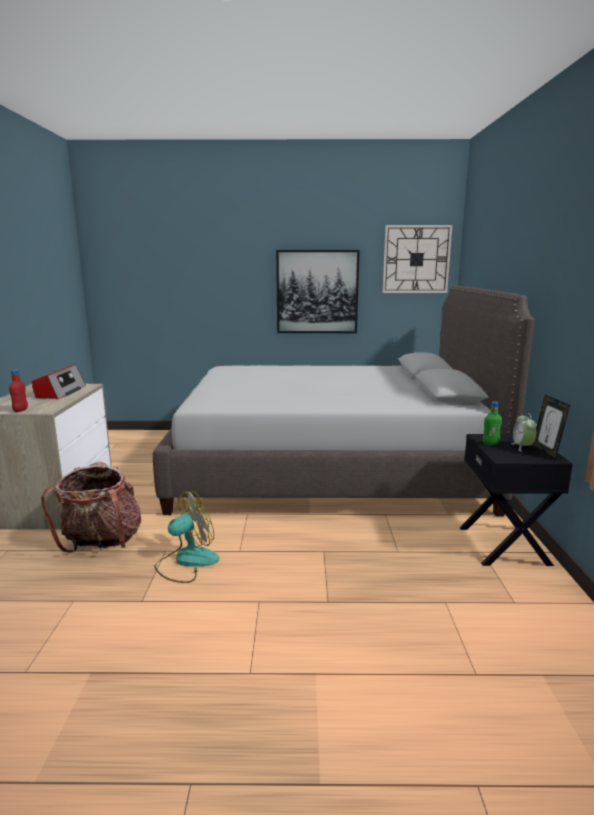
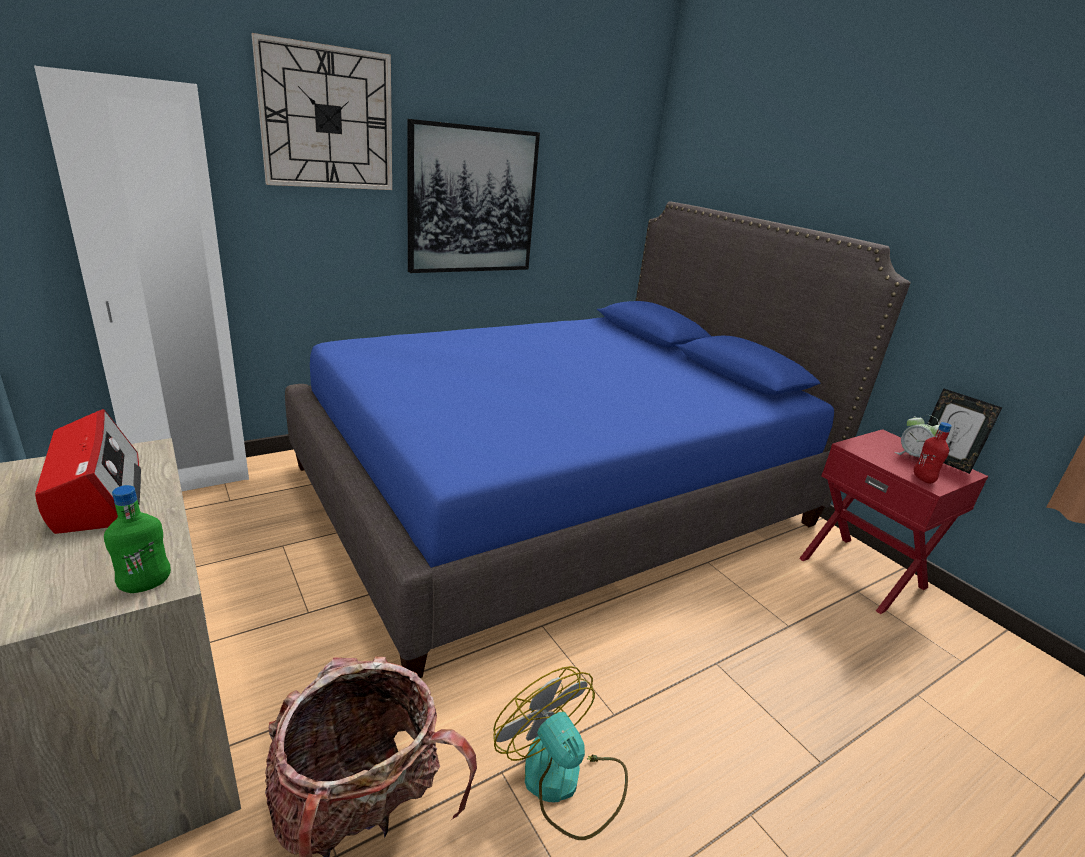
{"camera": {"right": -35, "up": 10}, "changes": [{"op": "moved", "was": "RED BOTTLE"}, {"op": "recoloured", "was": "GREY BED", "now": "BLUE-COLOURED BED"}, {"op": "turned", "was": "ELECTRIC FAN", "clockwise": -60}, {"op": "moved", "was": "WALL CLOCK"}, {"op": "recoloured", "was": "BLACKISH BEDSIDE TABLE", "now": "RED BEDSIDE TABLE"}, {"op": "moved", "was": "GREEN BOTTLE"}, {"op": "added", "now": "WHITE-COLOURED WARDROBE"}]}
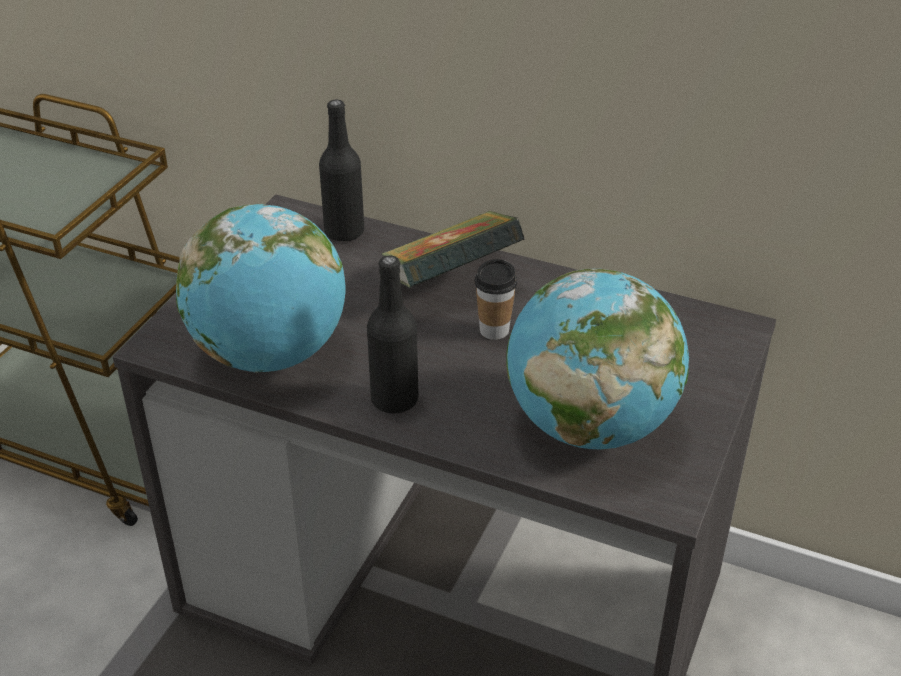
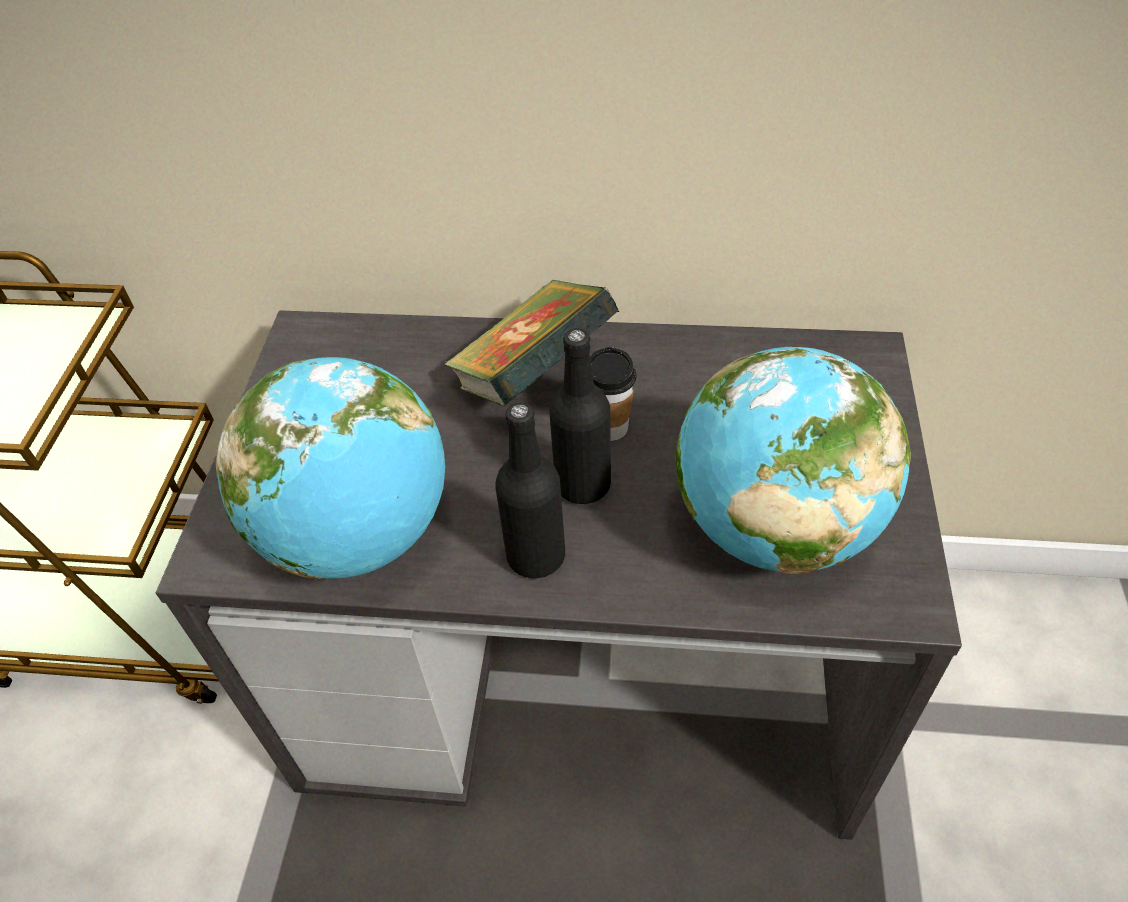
{"camera": {"right": -15, "up": 10}, "changes": [{"op": "moved", "was": "BLACKISH BOTTLE (1st from left in the first image)", "now": "BLACKISH BOTTLE (2nd from left)"}]}
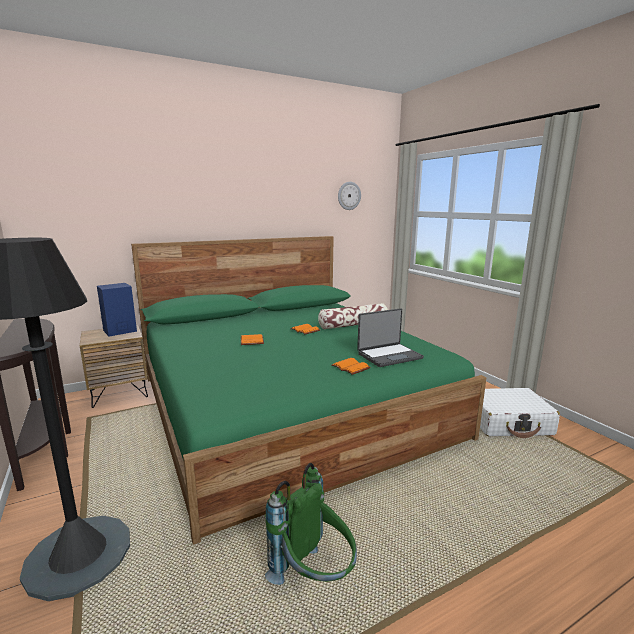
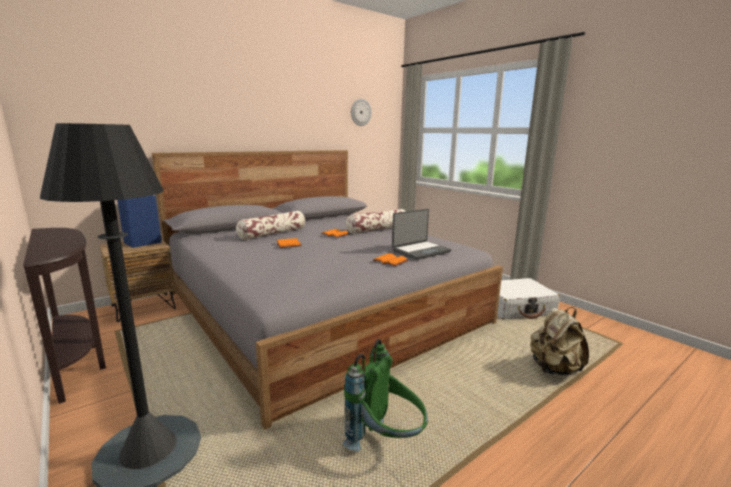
{"camera": {"right": -10, "up": 0}, "changes": [{"op": "recoloured", "was": "GREEN BED", "now": "GREY BED"}, {"op": "added", "now": "THROW PILLOW (1st from left)"}, {"op": "added", "now": "BEIGE-COLOURED RUCKSACK"}]}
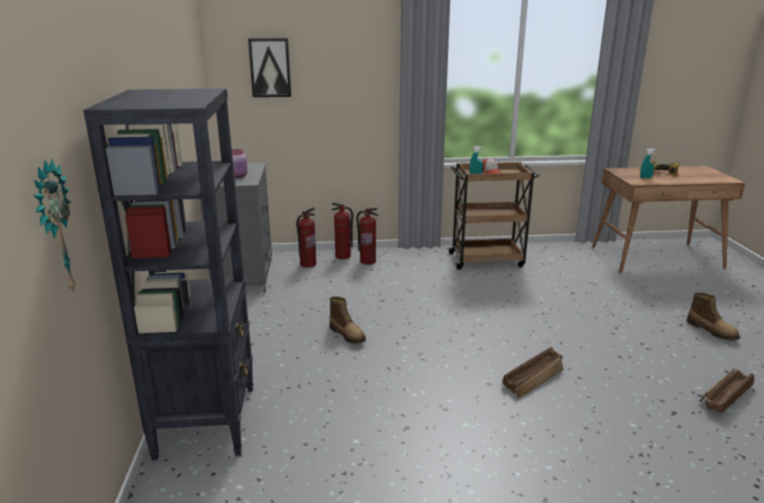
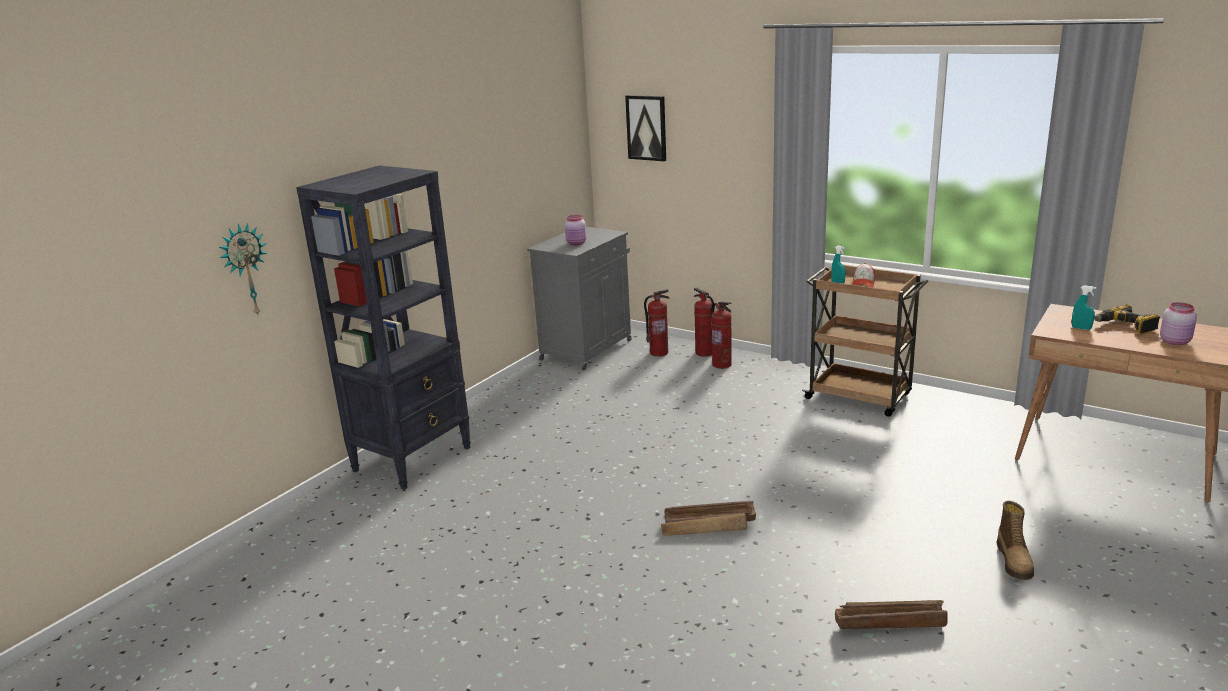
{"camera": {"right": 40, "up": 0}, "changes": [{"op": "removed", "was": "BOOT (1st from left)"}, {"op": "added", "now": "PINK-COLOURED PRESERVE JAR (2nd from left)"}]}
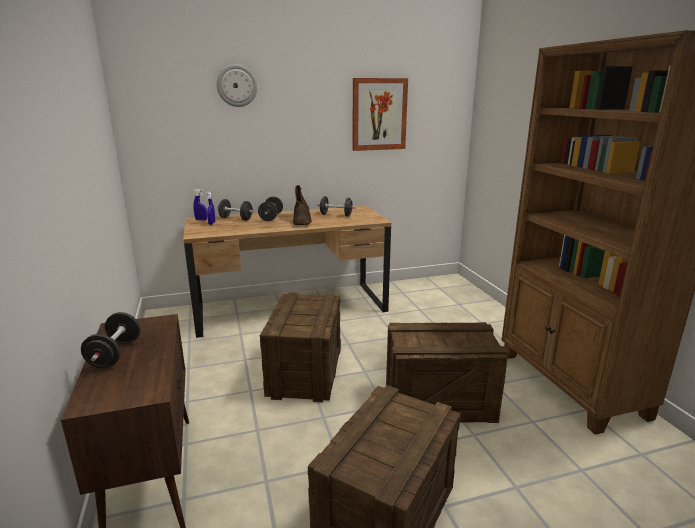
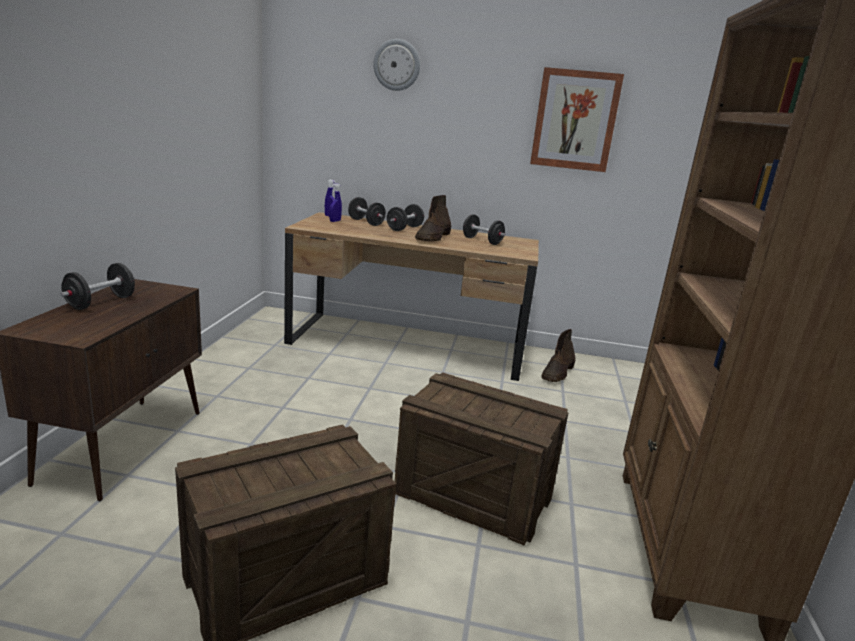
{"camera": {"right": 25, "up": 0}, "changes": [{"op": "removed", "was": "SHIPPING CRATE (1st from left)"}, {"op": "added", "now": "BROWN BOOT (2nd from left)"}]}
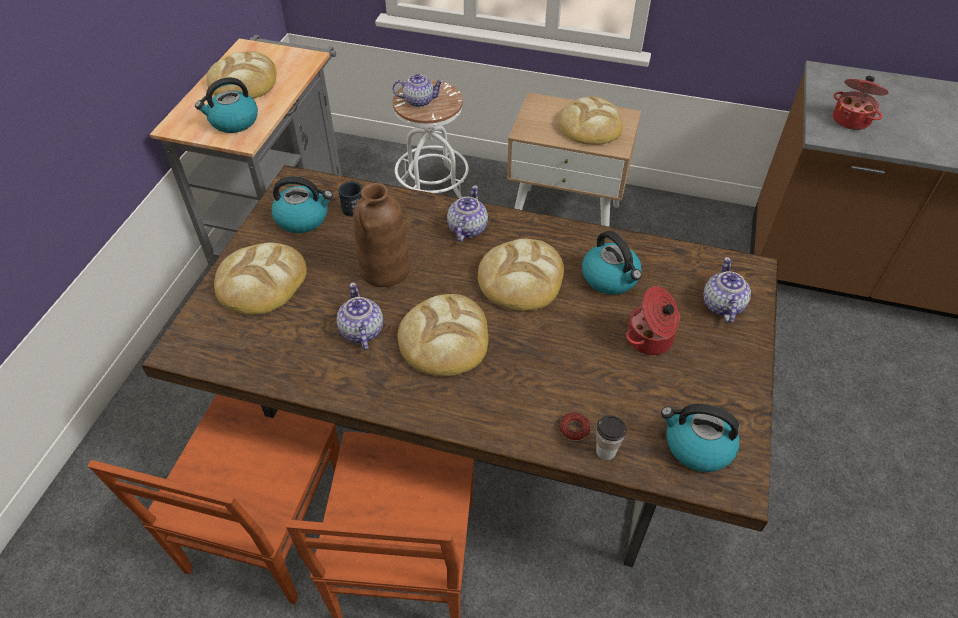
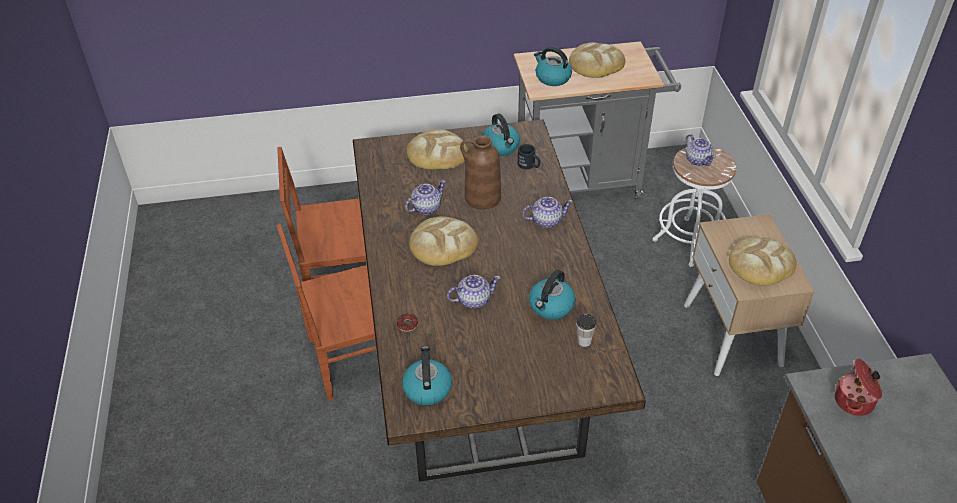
{"camera": {"right": 65, "up": -5}, "changes": [{"op": "removed", "was": "BREAD (4th from left)"}, {"op": "moved", "was": "CUP"}, {"op": "removed", "was": "STOCKPOT (1st from left)"}, {"op": "moved", "was": "POT FOR TEA (4th from left in the first image)", "now": "POT FOR TEA (2nd from left)"}]}
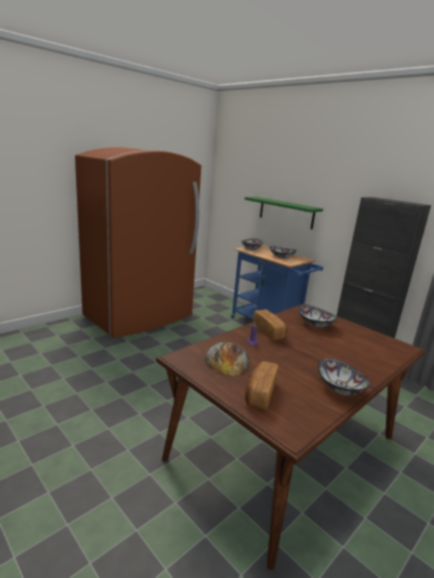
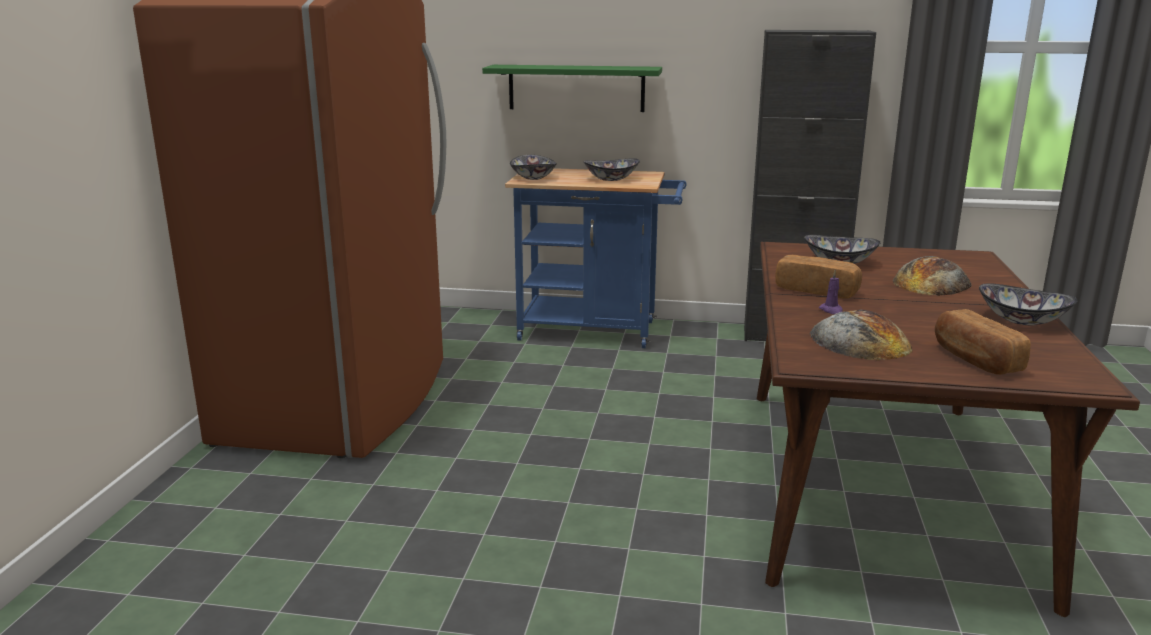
{"camera": {"right": -35, "up": 0}, "changes": [{"op": "added", "now": "BREAD (3rd from left)"}]}
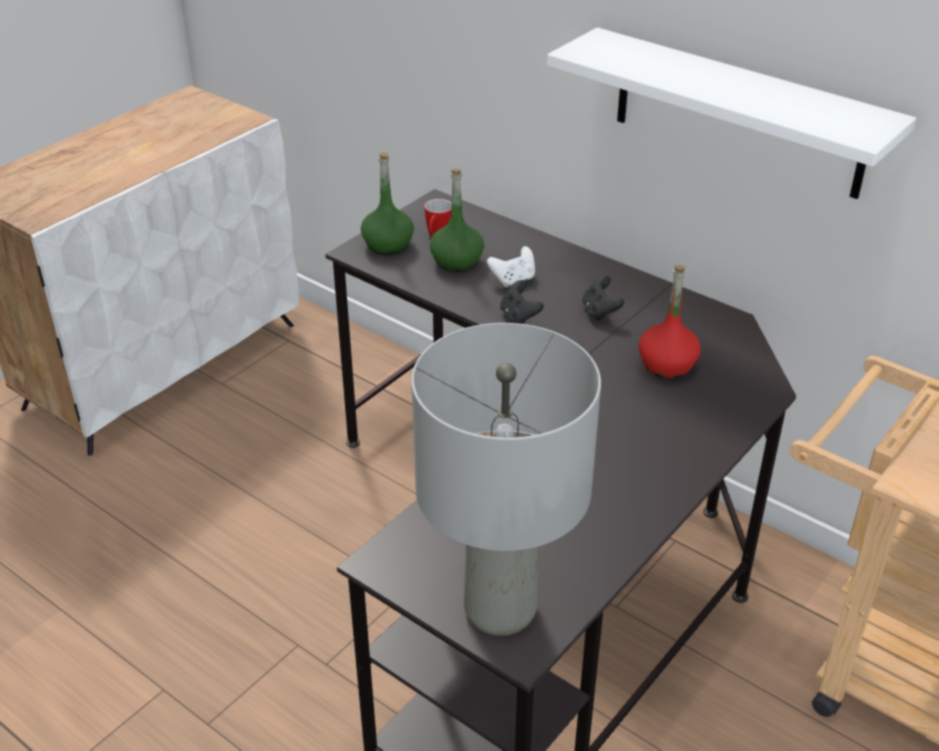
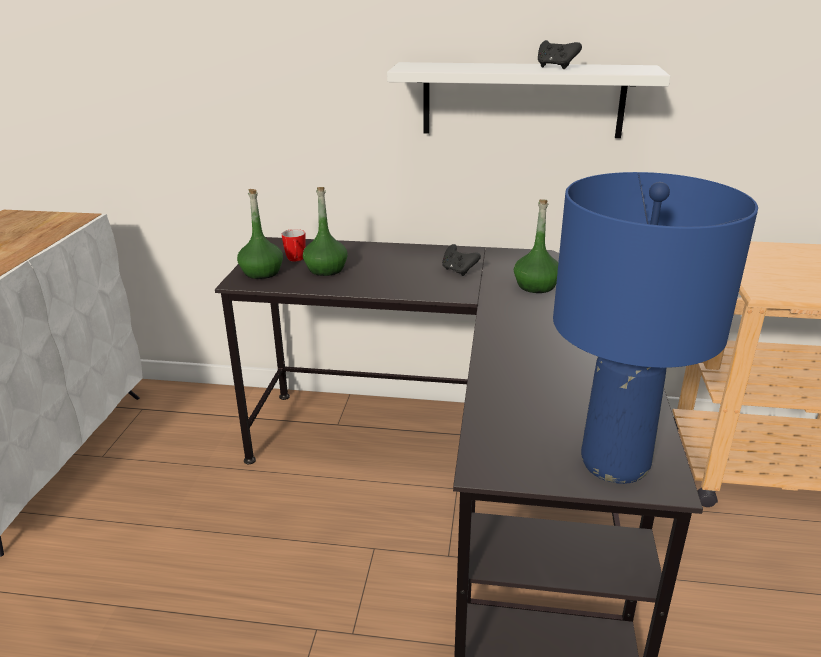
{"camera": {"right": -30, "up": -10}, "changes": [{"op": "recoloured", "was": "GREY TABLETOP LAMP", "now": "BLUE-COLOURED TABLETOP LAMP"}, {"op": "removed", "was": "WHITE-COLOURED GAMEPAD"}, {"op": "moved", "was": "BLACKISH GAMEPAD (1st from left in the first image)", "now": "BLACKISH GAMEPAD (2nd from left)"}, {"op": "recoloured", "was": "RED BOTTLE", "now": "GREEN BOTTLE (3rd from left)"}]}
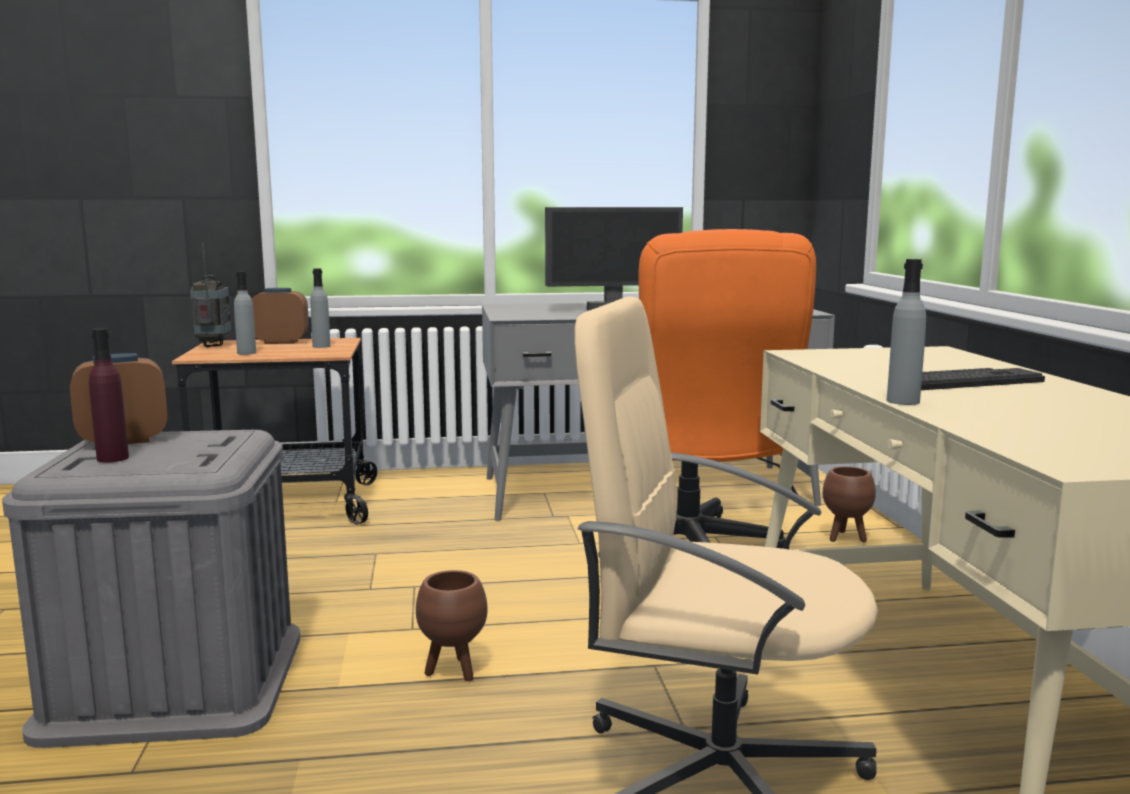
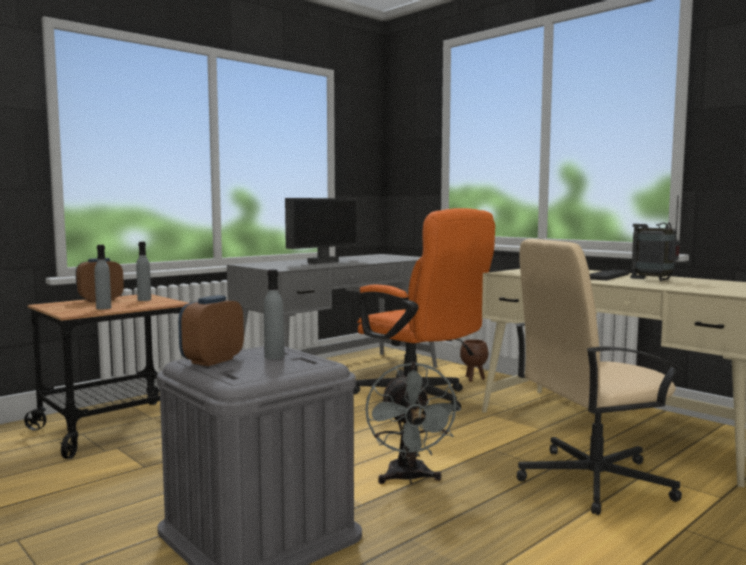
{"camera": {"right": -35, "up": -5}, "changes": [{"op": "removed", "was": "PURPLISH BOTTLE"}, {"op": "moved", "was": "RADIO"}, {"op": "replaced", "was": "BROWN FLOWER POT (1st from left)", "now": "GREY ELECTRIC FAN"}, {"op": "moved", "was": "GREY BOTTLE (3rd from left)"}]}
